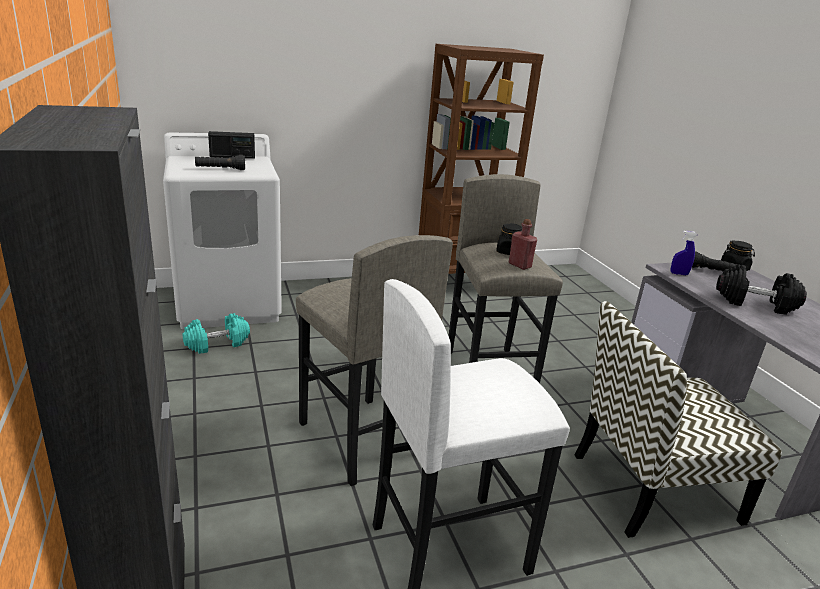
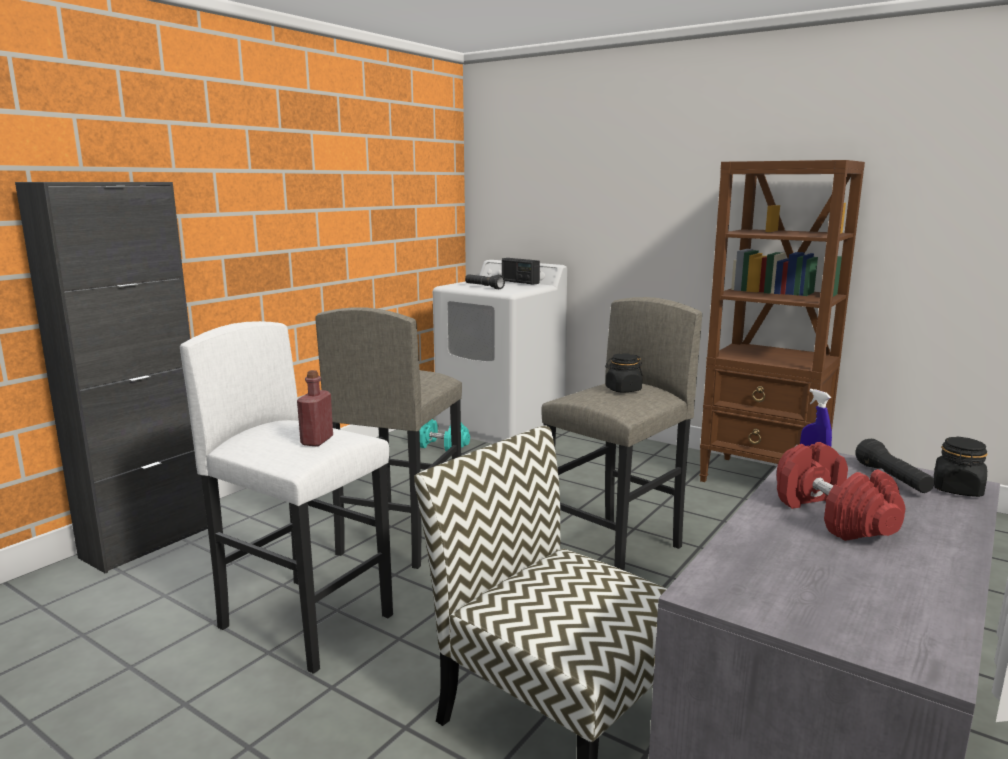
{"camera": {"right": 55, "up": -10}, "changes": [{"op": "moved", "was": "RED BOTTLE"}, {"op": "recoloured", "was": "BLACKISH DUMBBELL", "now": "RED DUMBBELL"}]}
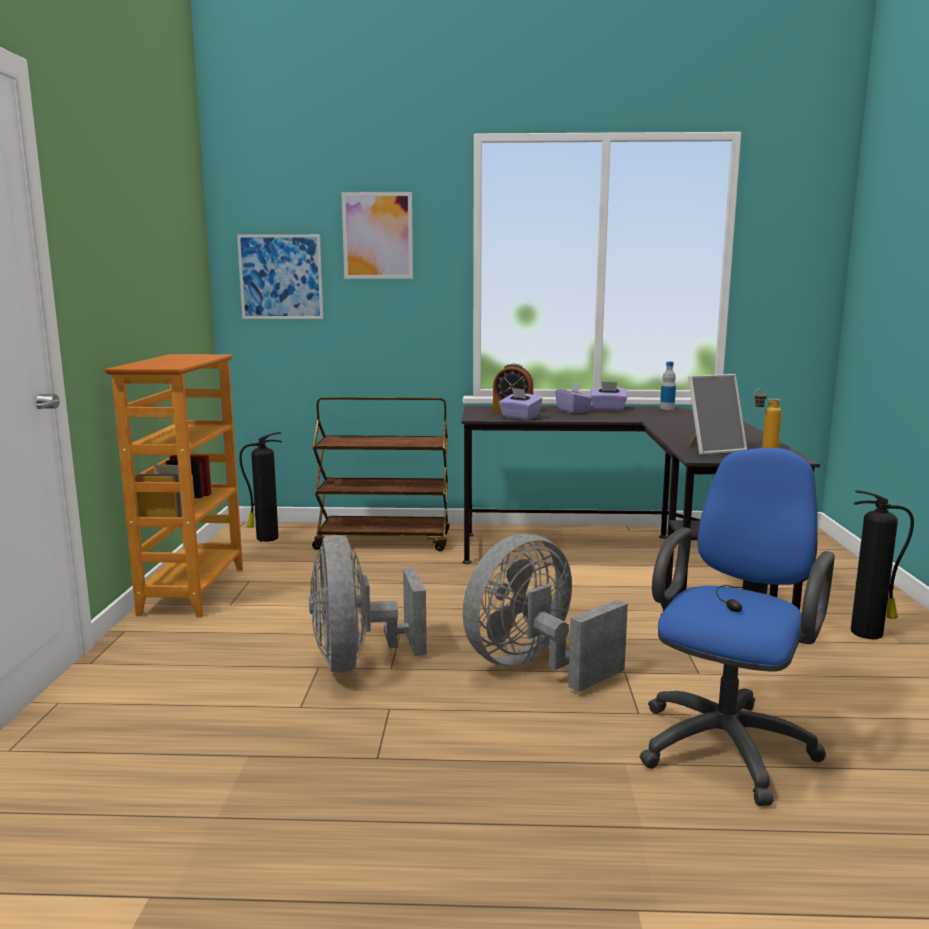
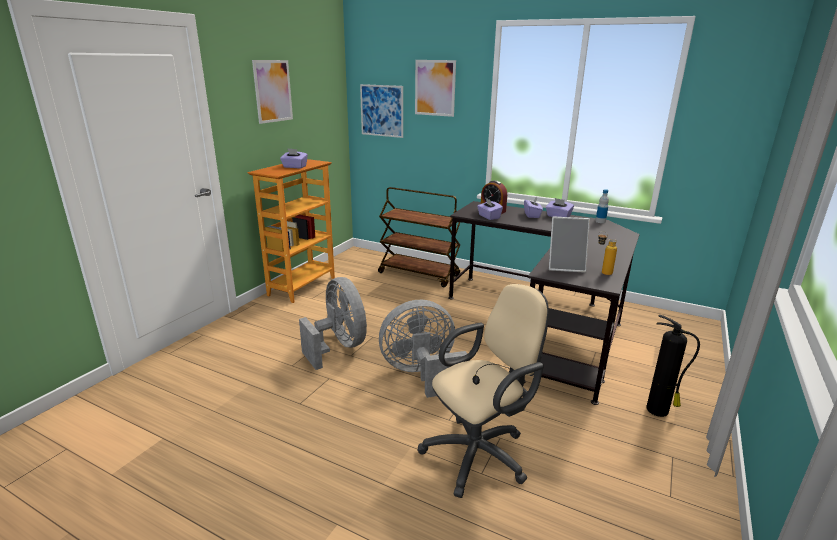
{"camera": {"right": 25, "up": 10}, "changes": [{"op": "removed", "was": "EXTINGUISHER (1st from left)"}, {"op": "turned", "was": "GREY ELECTRIC FAN (1st from left)", "clockwise": 135}, {"op": "recoloured", "was": "BLUE-COLOURED DESK CHAIR", "now": "BEIGE-COLOURED DESK CHAIR"}, {"op": "added", "now": "PICTURE (1st from left)"}, {"op": "added", "now": "PURPLISH TISSUE BOX (1st from left)"}]}
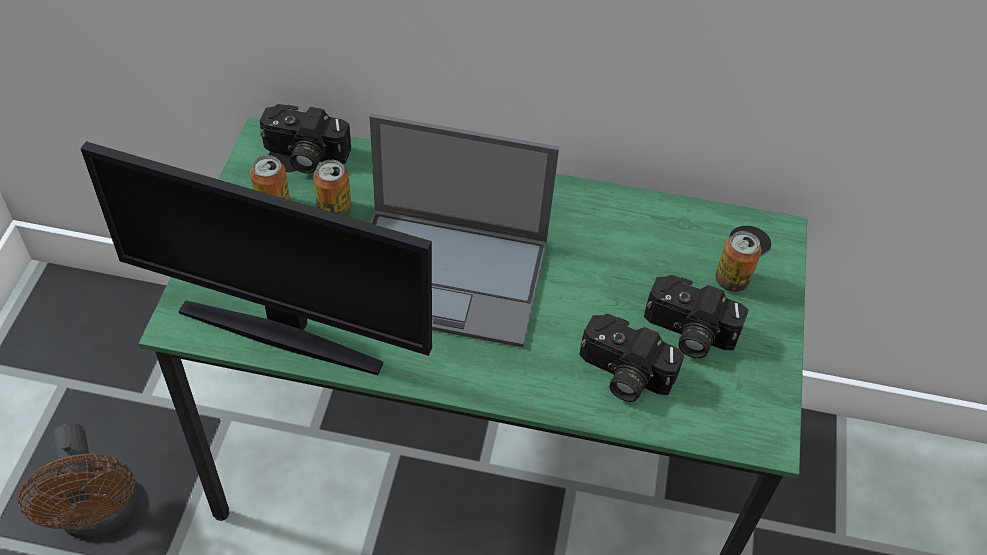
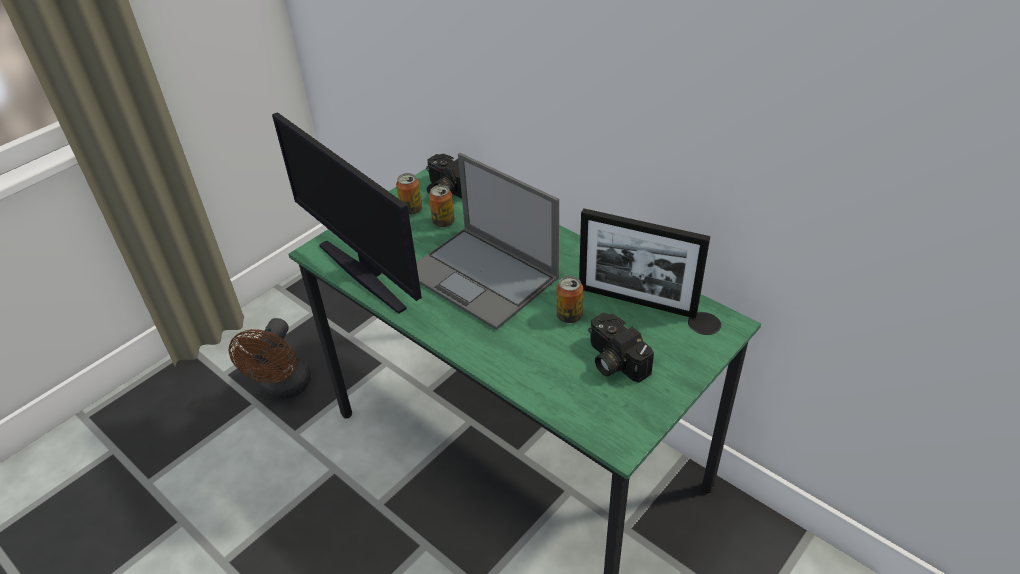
{"camera": {"right": 35, "up": -10}, "changes": [{"op": "removed", "was": "STILL CAMERA (2nd from left)"}, {"op": "moved", "was": "METAL CAN (3rd from left)"}, {"op": "added", "now": "PHOTO FRAME"}]}
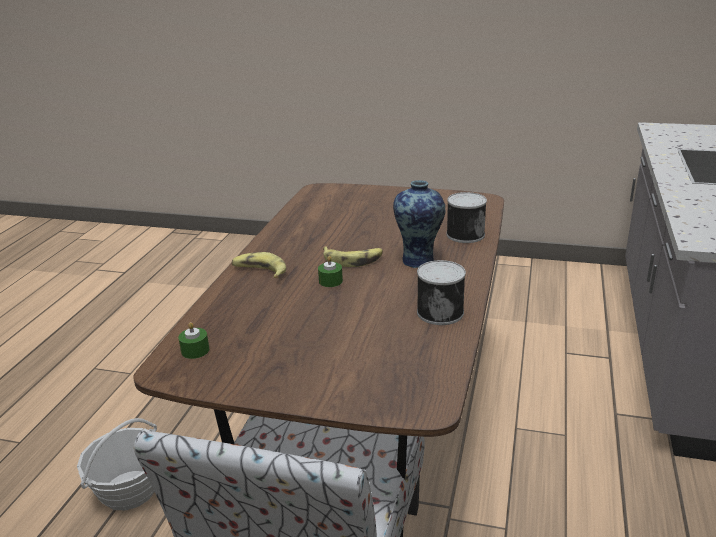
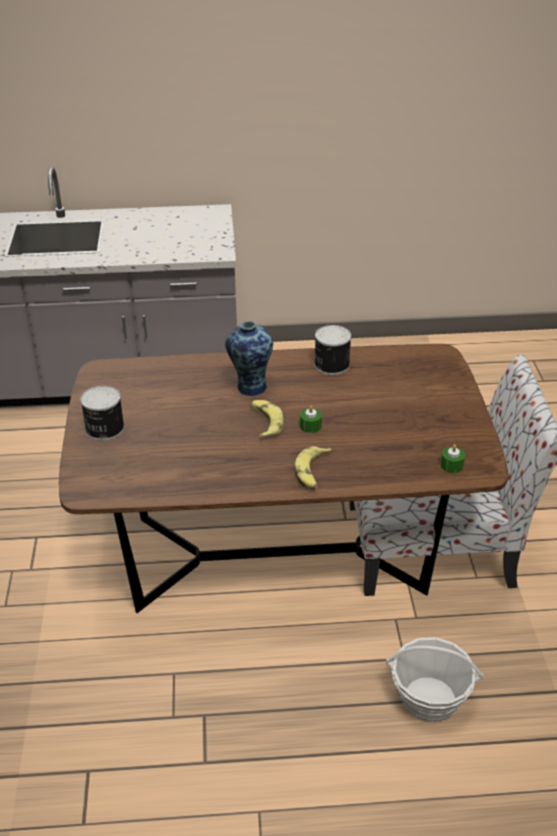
{"camera": {"right": -110, "up": 10}, "changes": [{"op": "moved", "was": "METAL CAN (2nd from left in the first image)", "now": "METAL CAN (1st from left)"}]}
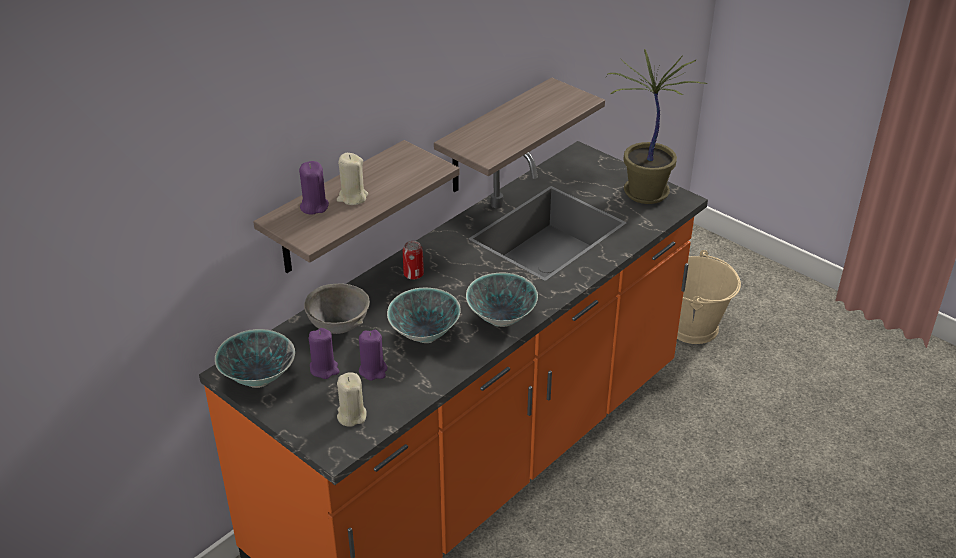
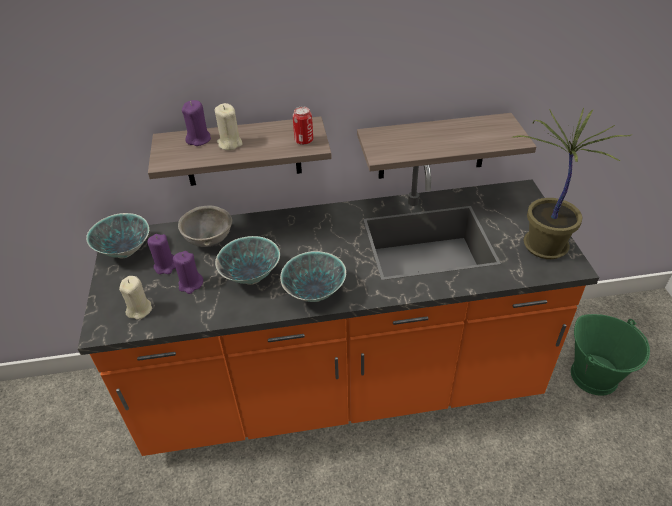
{"camera": {"right": 40, "up": 5}, "changes": [{"op": "moved", "was": "METAL CAN"}, {"op": "recoloured", "was": "BEIGE-COLOURED WATER BUCKET", "now": "GREEN WATER BUCKET"}]}
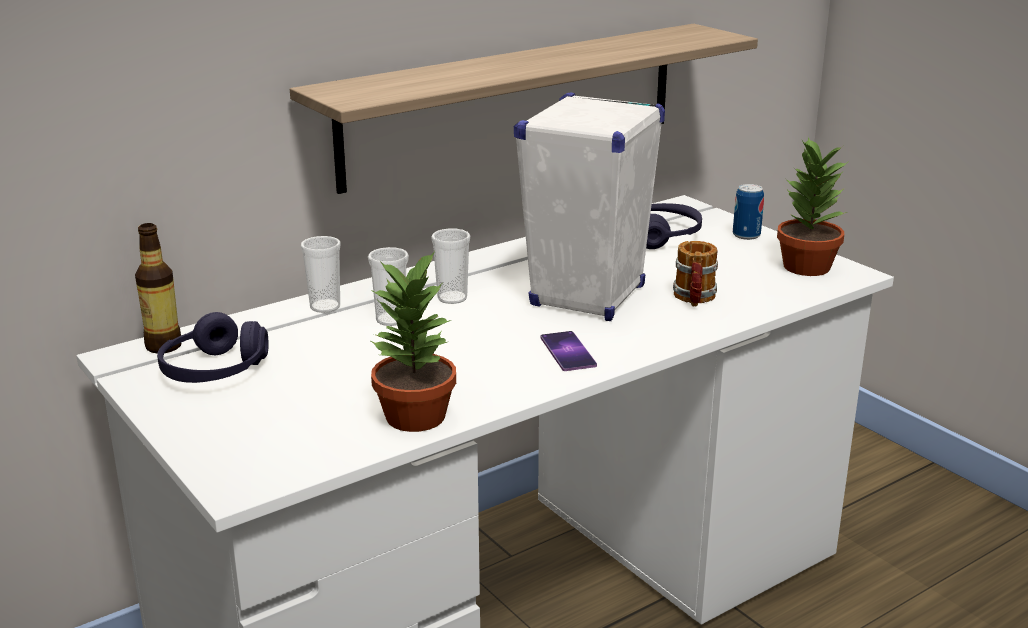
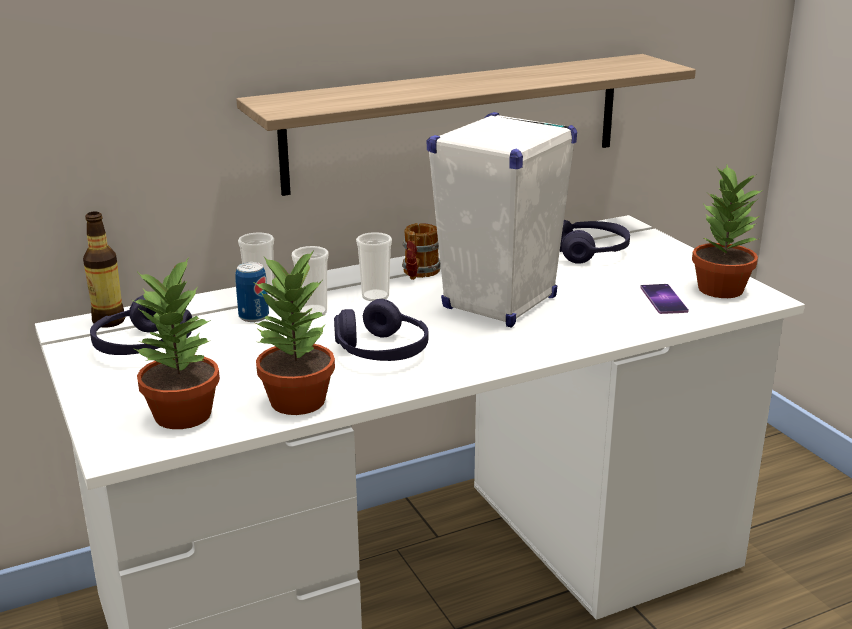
{"camera": {"right": 10, "up": 0}, "changes": [{"op": "moved", "was": "PHONE"}, {"op": "moved", "was": "MUG"}, {"op": "moved", "was": "METAL CAN"}, {"op": "added", "now": "POTTED PLANT (1st from left)"}, {"op": "added", "now": "PURPLISH HEADPHONES (2nd from left)"}]}
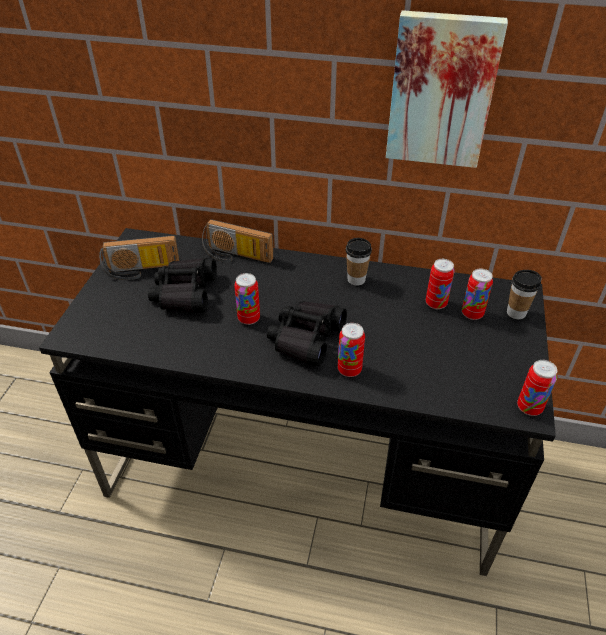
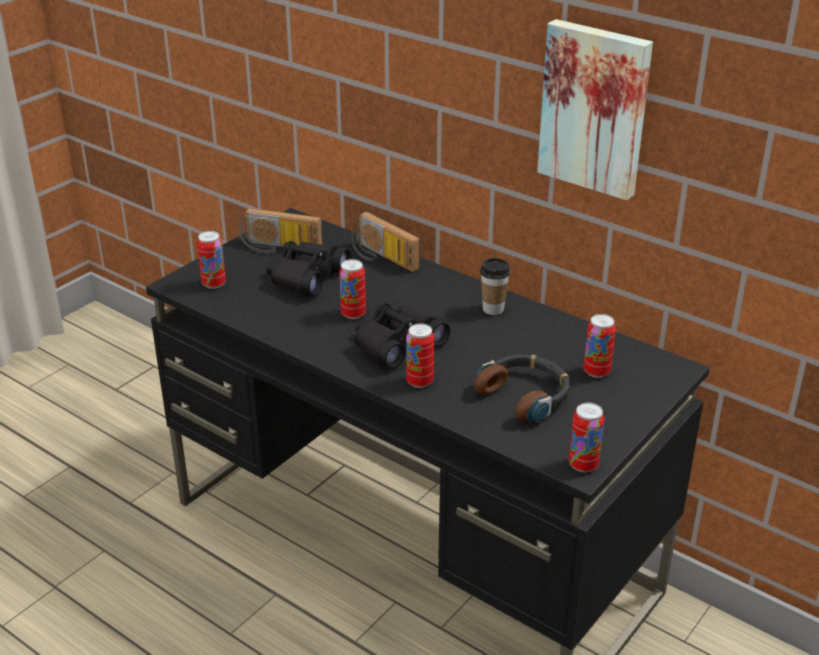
{"camera": {"right": 25, "up": -10}, "changes": [{"op": "moved", "was": "METAL CAN (3rd from left in the first image)", "now": "METAL CAN (1st from left)"}, {"op": "removed", "was": "CUP (2nd from left)"}, {"op": "added", "now": "HEADPHONES"}]}
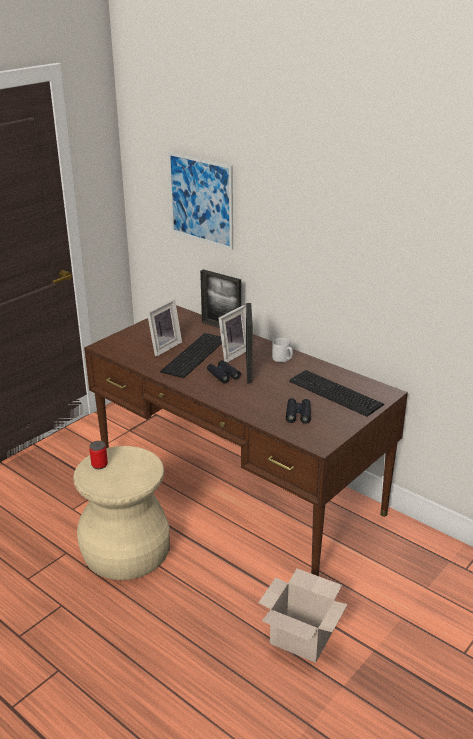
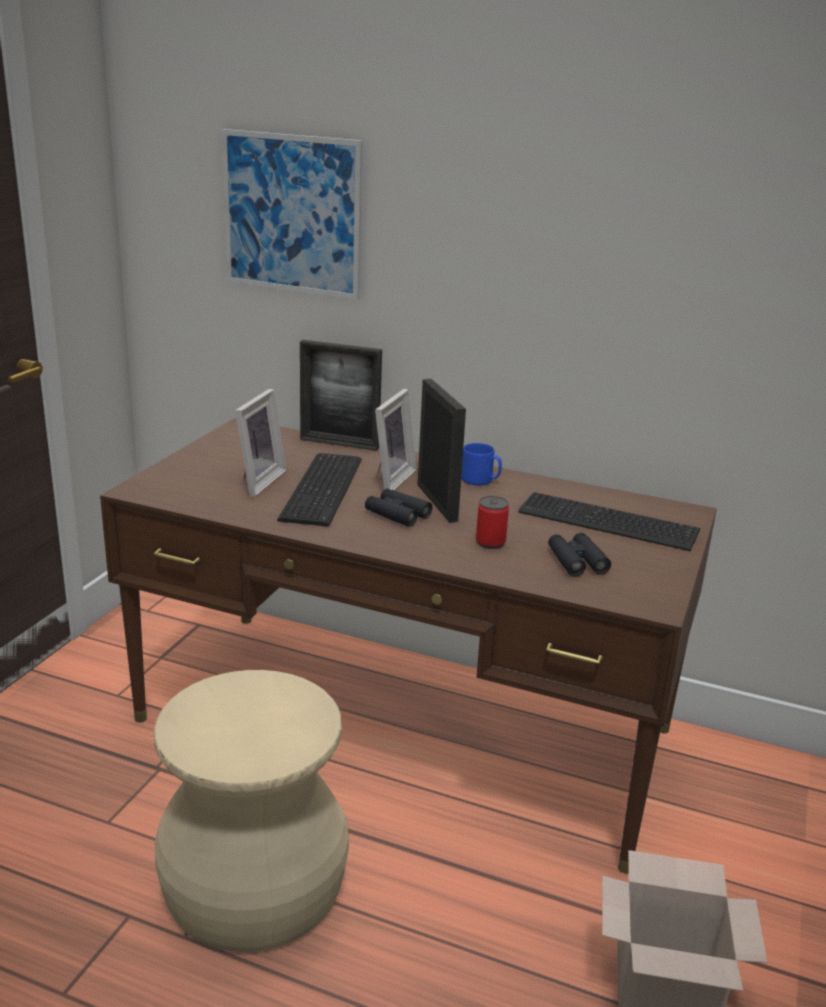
{"camera": {"right": -20, "up": -5}, "changes": [{"op": "moved", "was": "METAL CAN"}, {"op": "recoloured", "was": "GREY MUG", "now": "BLUE-COLOURED MUG"}]}
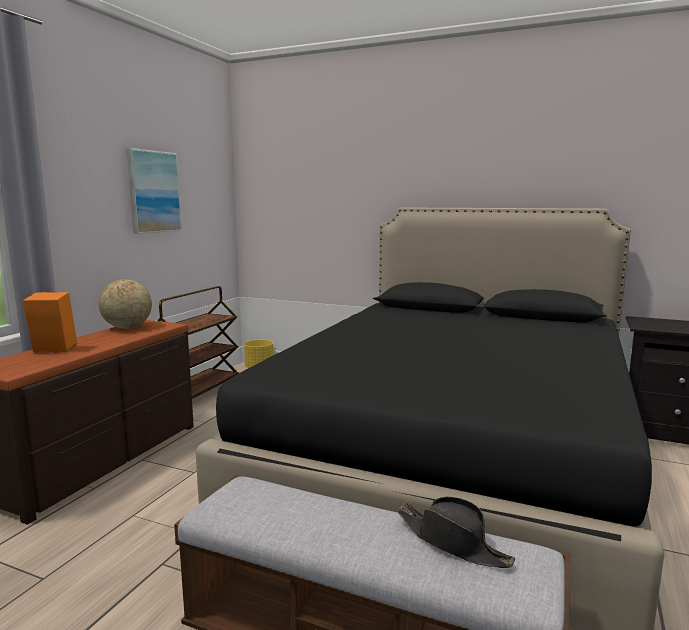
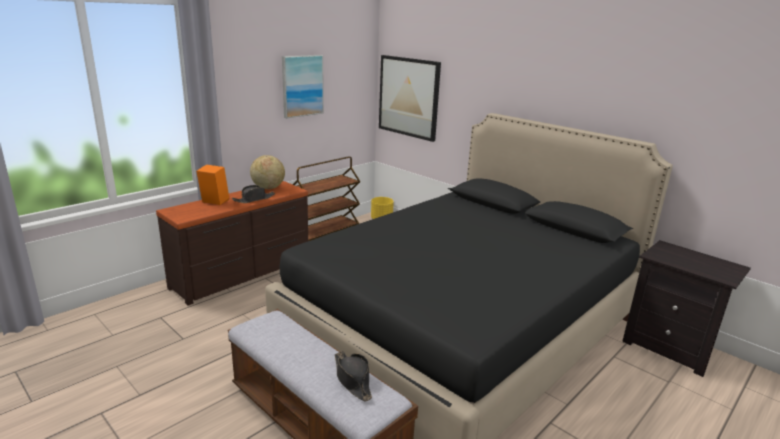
{"camera": {"right": 20, "up": 10}, "changes": [{"op": "added", "now": "BLACKISH WEARABLE HAT (1st from left)"}, {"op": "added", "now": "PICTURE (2nd from left)"}]}
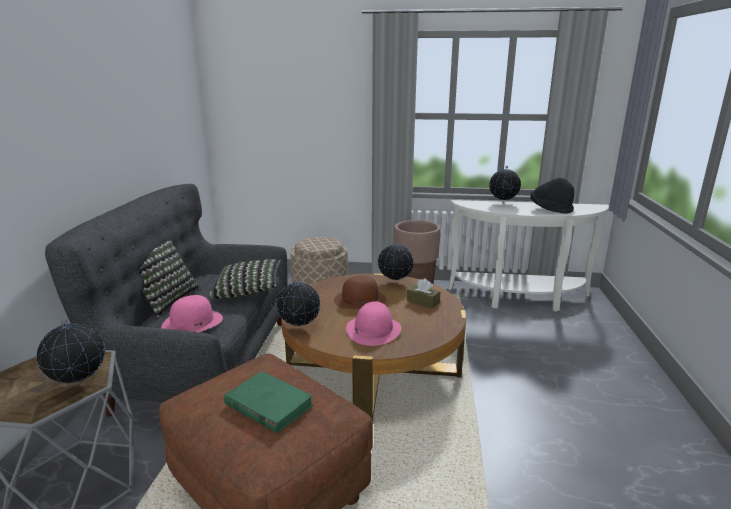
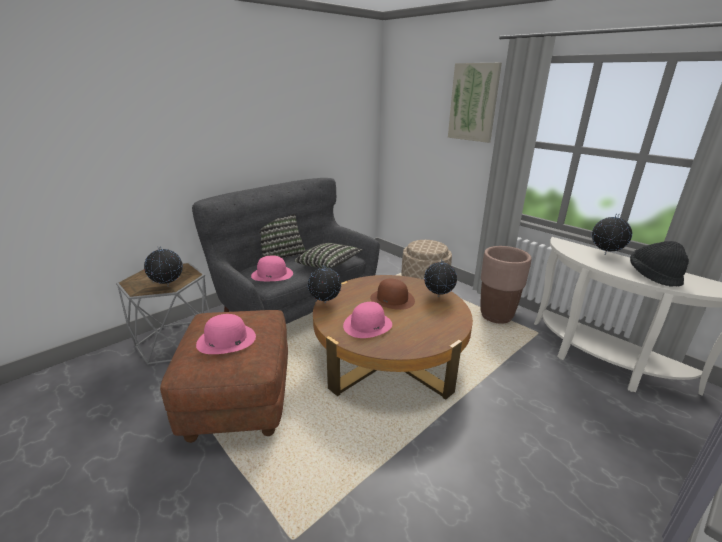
{"camera": {"right": 40, "up": 5}, "changes": [{"op": "replaced", "was": "GREEN VOLUME", "now": "PINK-COLOURED WEARABLE HAT (1st from left)"}, {"op": "removed", "was": "BROWN TISSUE BOX"}, {"op": "added", "now": "PICTURE"}]}
